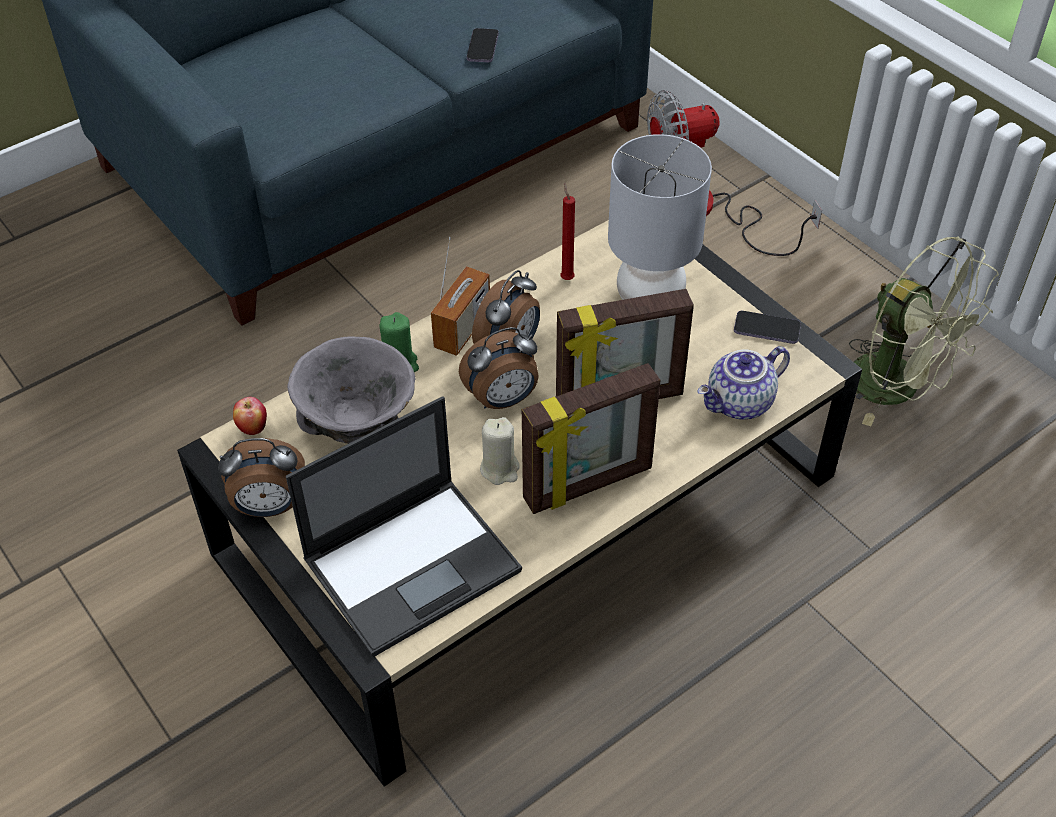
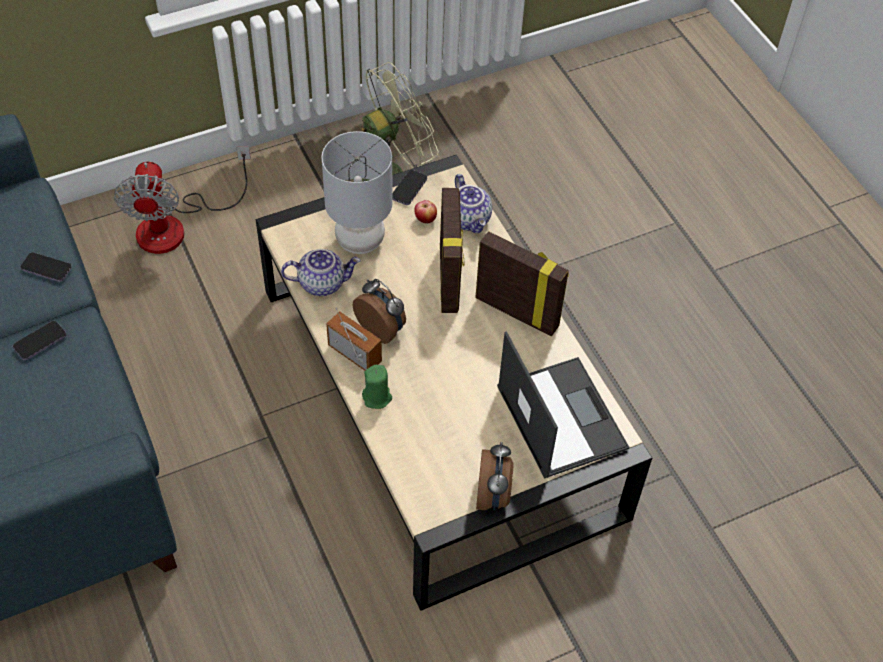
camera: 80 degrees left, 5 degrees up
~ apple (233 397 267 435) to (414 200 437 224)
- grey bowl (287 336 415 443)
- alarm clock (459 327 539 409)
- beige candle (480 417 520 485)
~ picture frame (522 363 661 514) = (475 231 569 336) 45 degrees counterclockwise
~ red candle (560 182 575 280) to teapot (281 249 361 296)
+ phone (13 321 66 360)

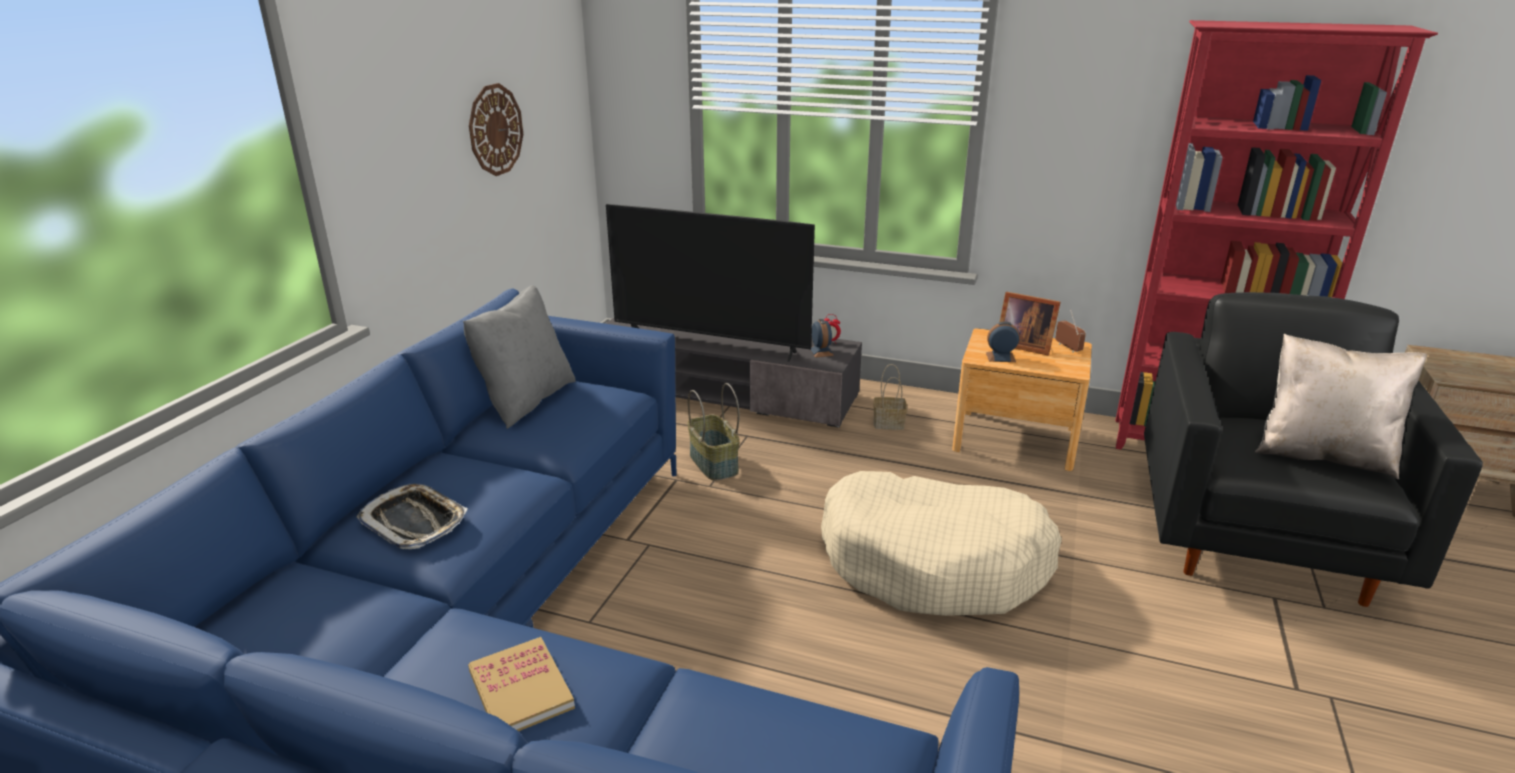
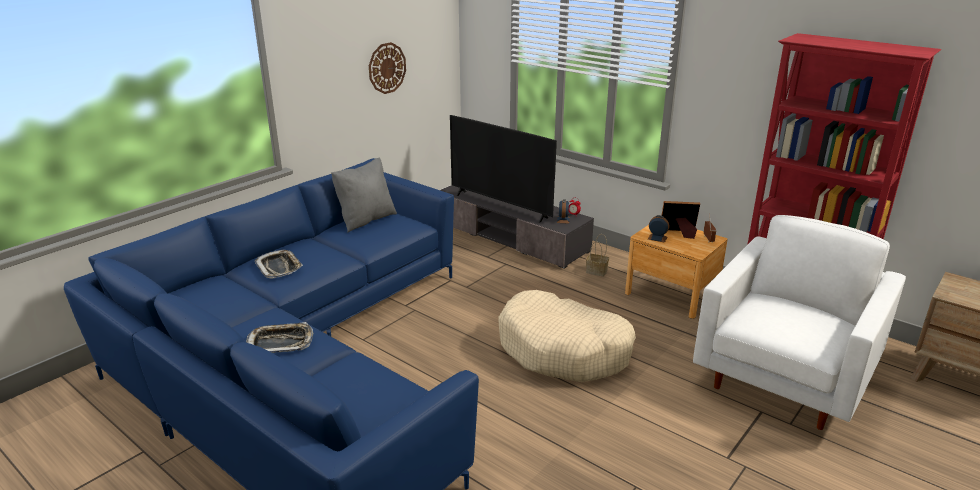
camera: 20 degrees right, 0 degrees up
~ book (468 637 575 731) to tray (246 322 313 353)
- basket (688 383 740 481)
~ picture frame (1000 292 1061 355) = (662 201 700 239) 135 degrees clockwise
~ black armchair (1144 292 1483 607) to white armchair (693 215 906 430)
- beige pillow (1255 334 1427 479)

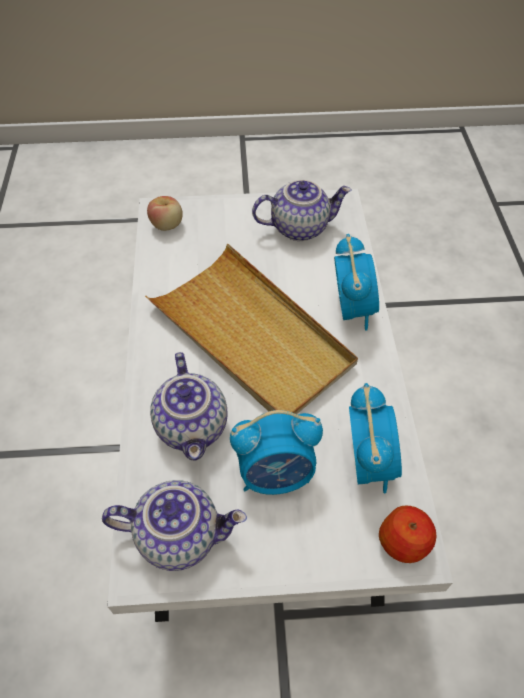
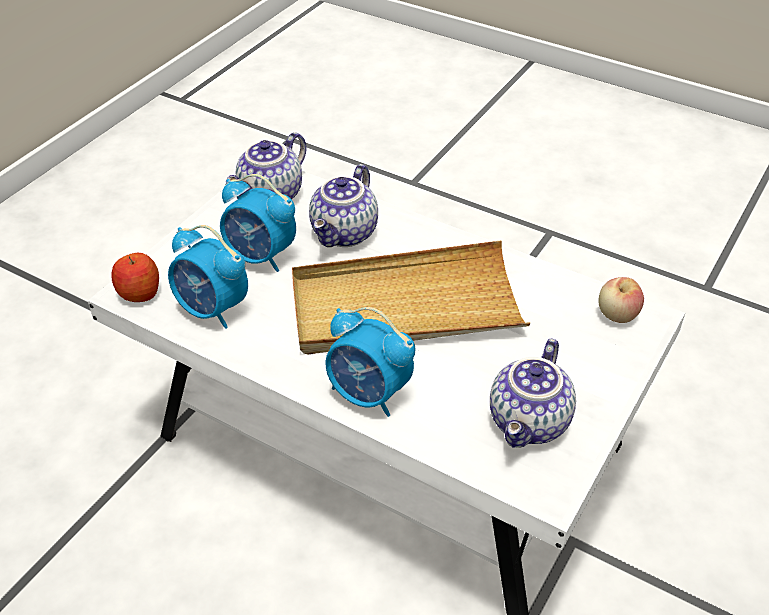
camera: 125 degrees right, 10 degrees down
~ teapot (150 352 228 461) = (309 164 378 247) 90 degrees counterclockwise
~ alarm clock (230 410 323 495) = (220 174 296 272) 90 degrees counterclockwise

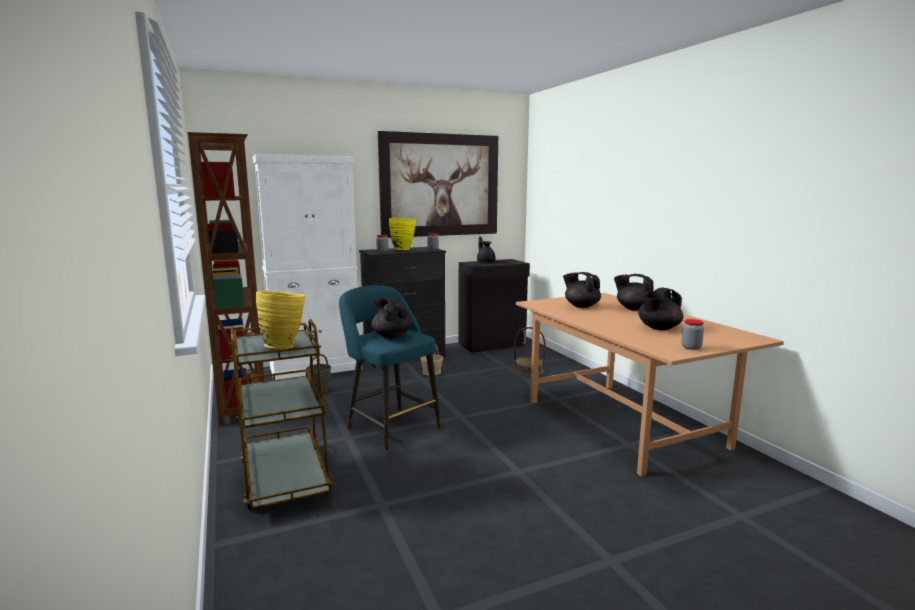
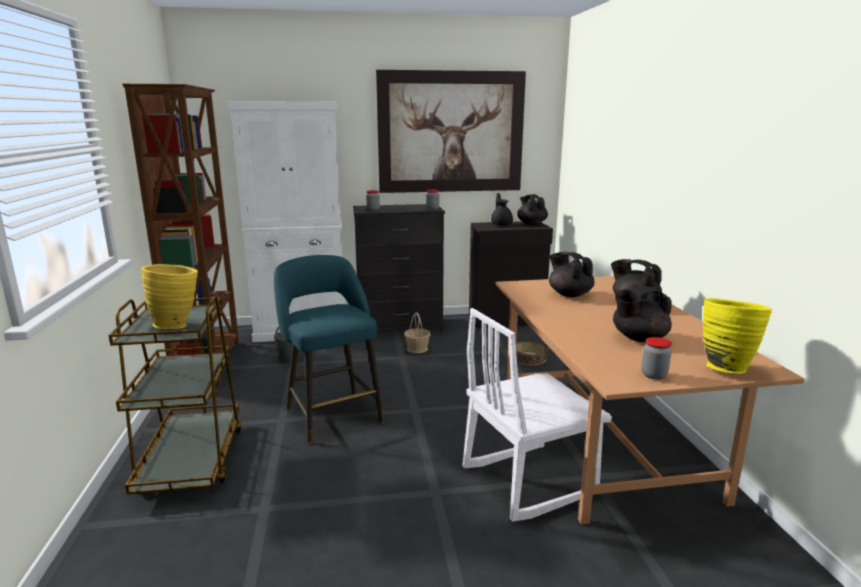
camera: 15 degrees right, 5 degrees up
~ black teapot (371 297 413 338) to (517 194 548 225)
~ yellow vase (389 218 416 250) to (703 298 772 374)
+ white chair (463 308 612 522)

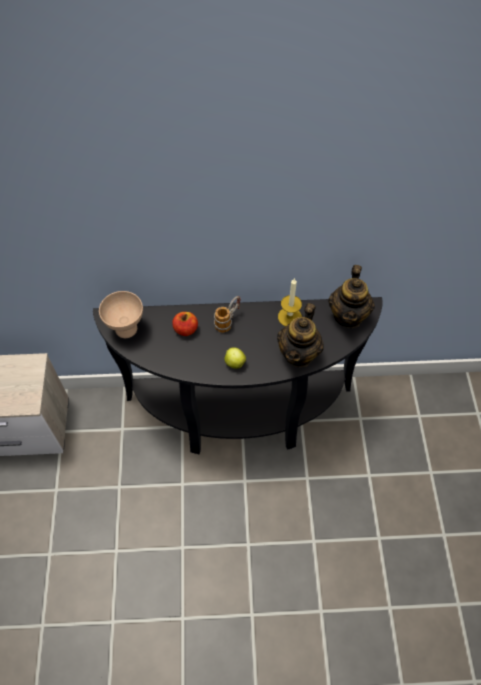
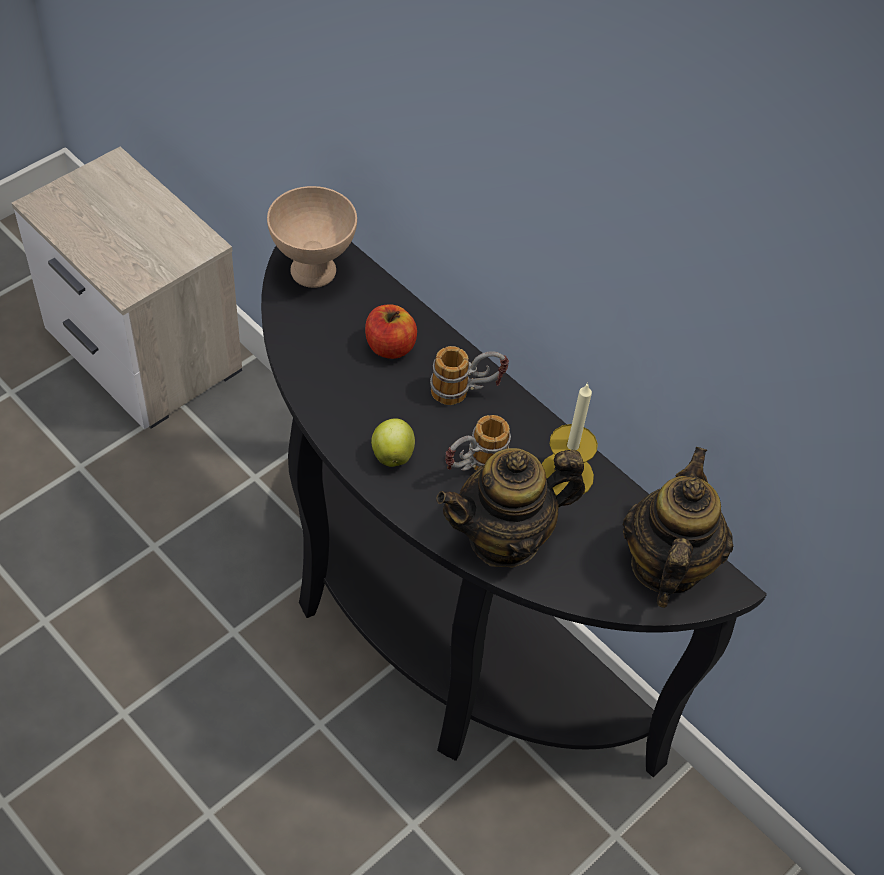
camera: 45 degrees right, 5 degrees down
~ teapot (328 265 375 328) = (623 447 733 608) 135 degrees clockwise
+ mug (445 415 511 471)

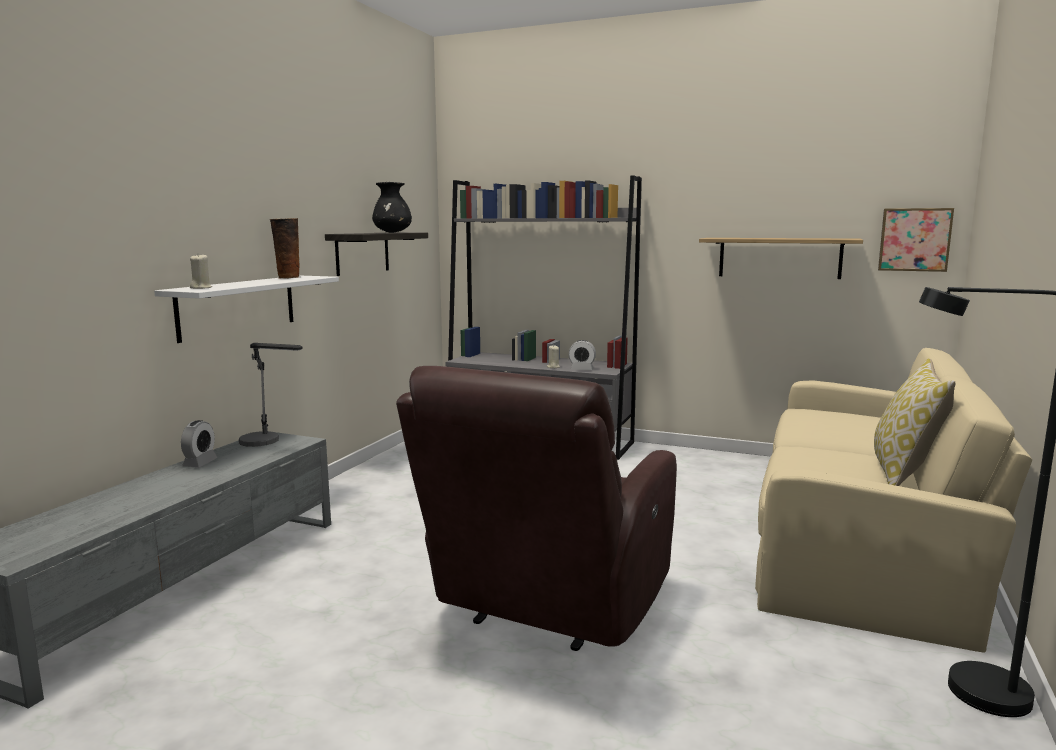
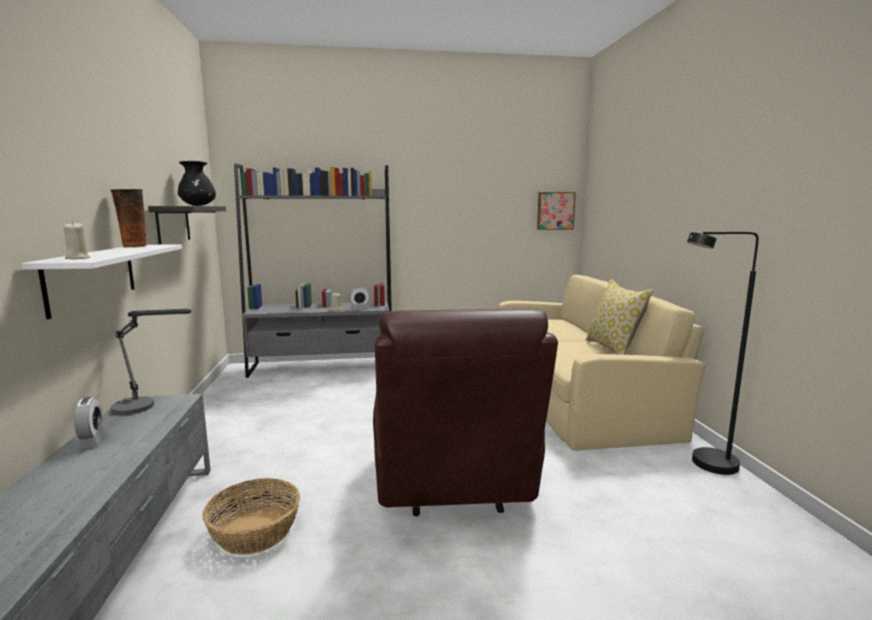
camera: 30 degrees left, 0 degrees up
- shelf (699 238 863 279)
+ basket (203 478 300 555)

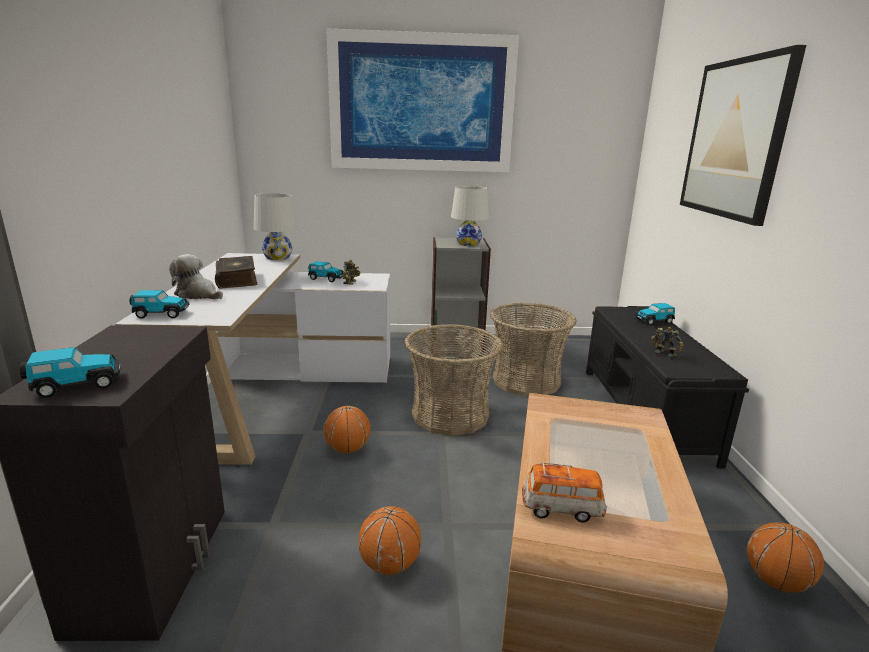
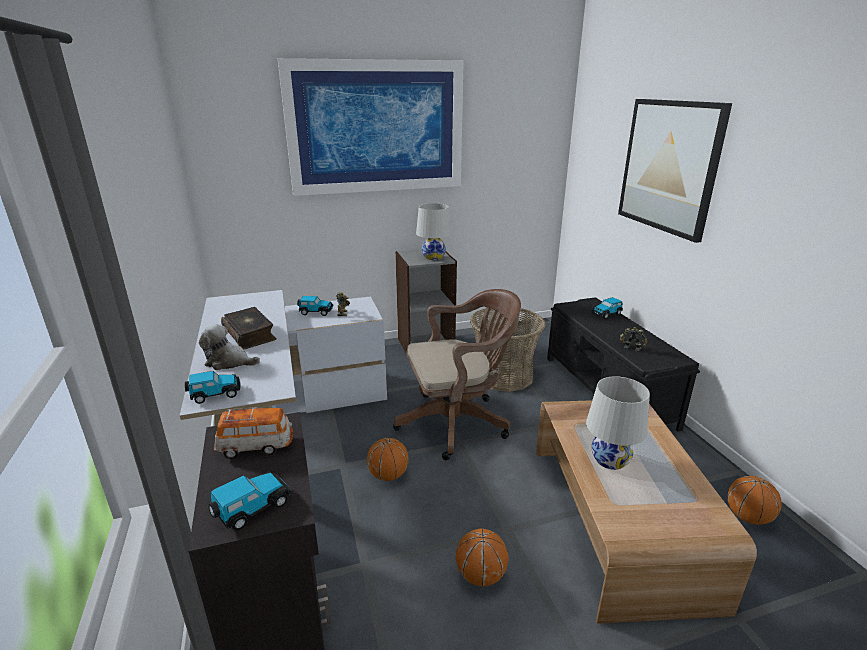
camera: 15 degrees left, 5 degrees up
~ white table lamp (254 193 297 260) to (586 376 650 470)
~ basket (404 324 503 436) to brown office chair (393 289 521 461)
~ toy car (522 463 607 523) to (214 407 293 459)

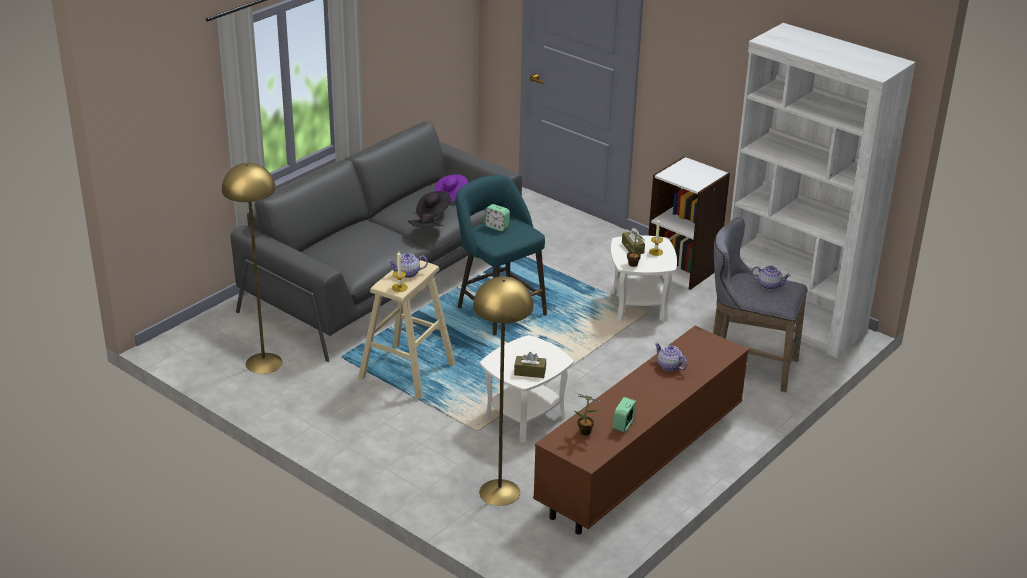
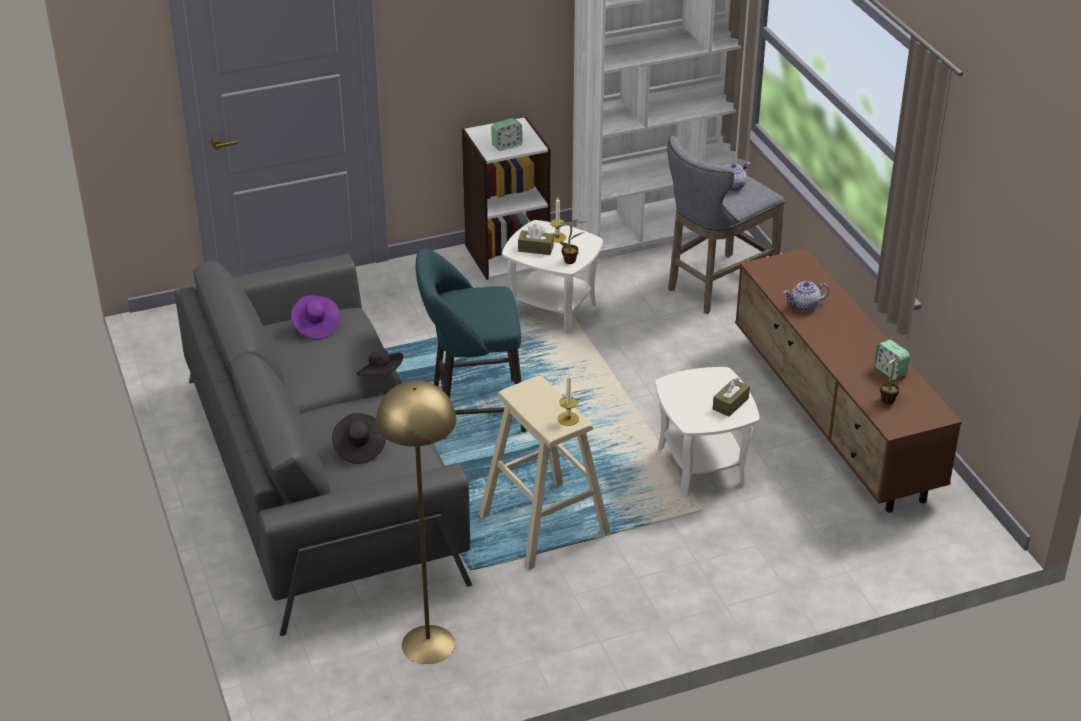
camera: 60 degrees left, 5 degrees up
- teapot (388 253 428 278)
~ black hat (416 191 451 217) to (332 413 386 464)
- yellow floor lamp (473 276 533 506)
~ alarm clock (484 204 510 231) to (491 118 522 151)

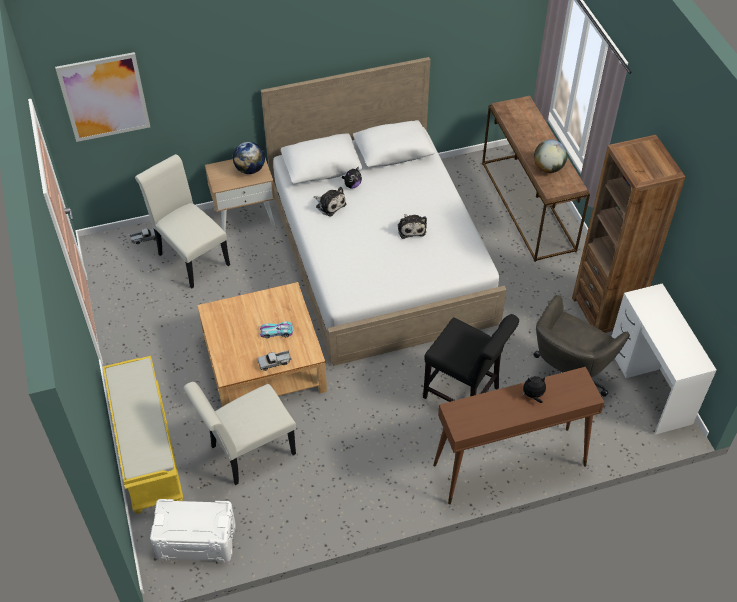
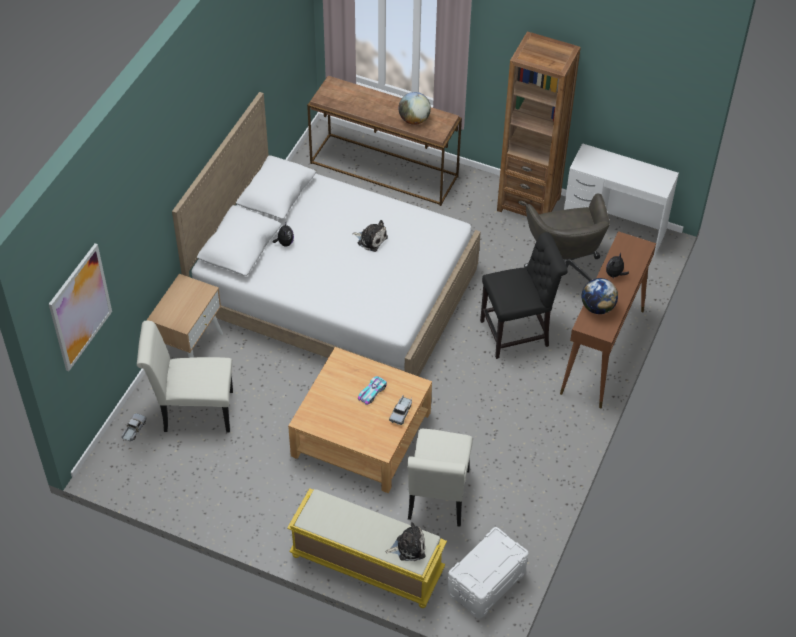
camera: 50 degrees left, 0 degrees up
~ globe (233 142 265 174) to (581 278 618 314)
~ plush toy (314 187 346 217) to (386 522 425 561)

